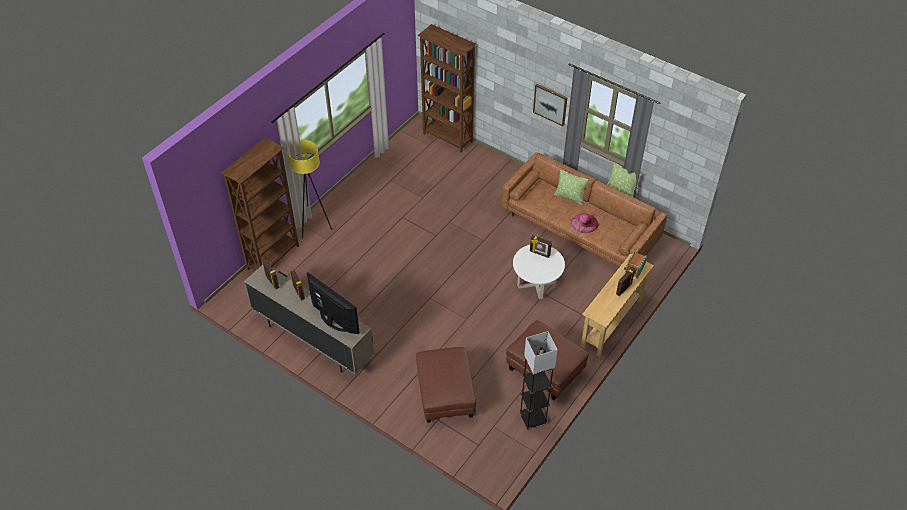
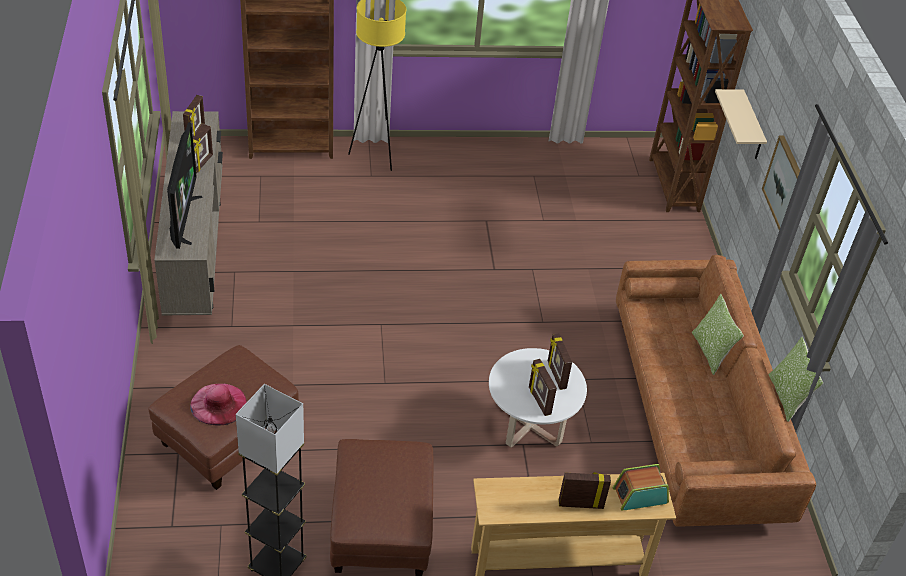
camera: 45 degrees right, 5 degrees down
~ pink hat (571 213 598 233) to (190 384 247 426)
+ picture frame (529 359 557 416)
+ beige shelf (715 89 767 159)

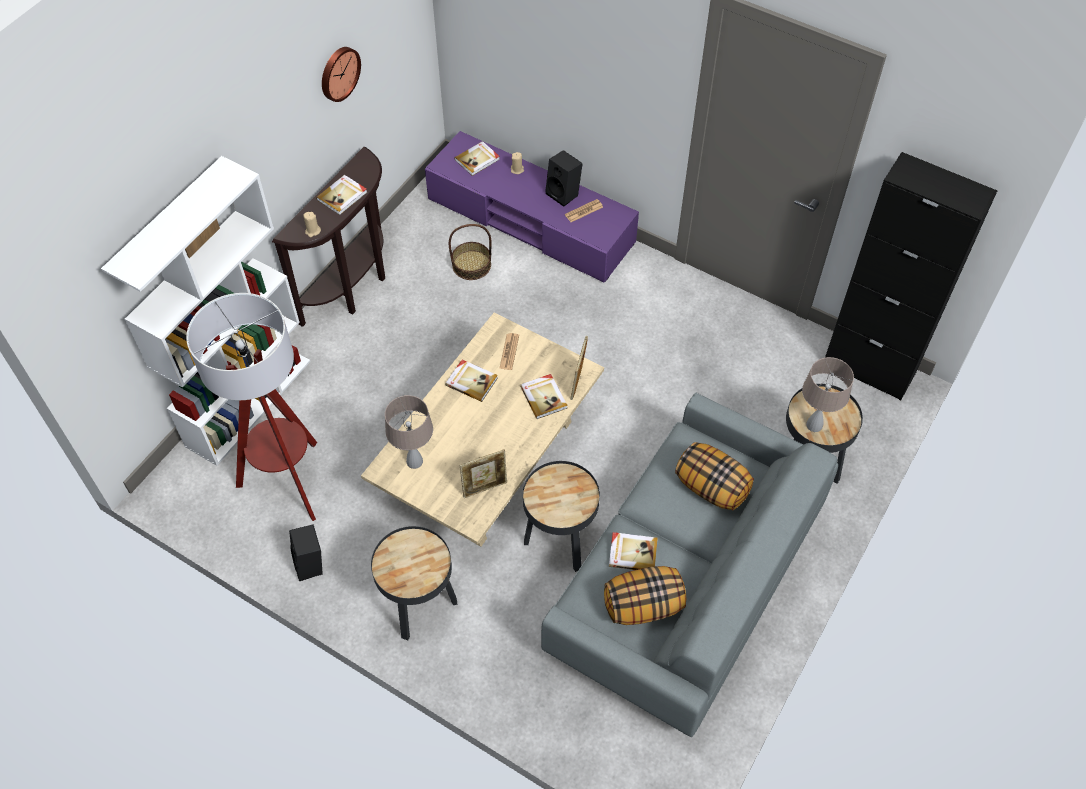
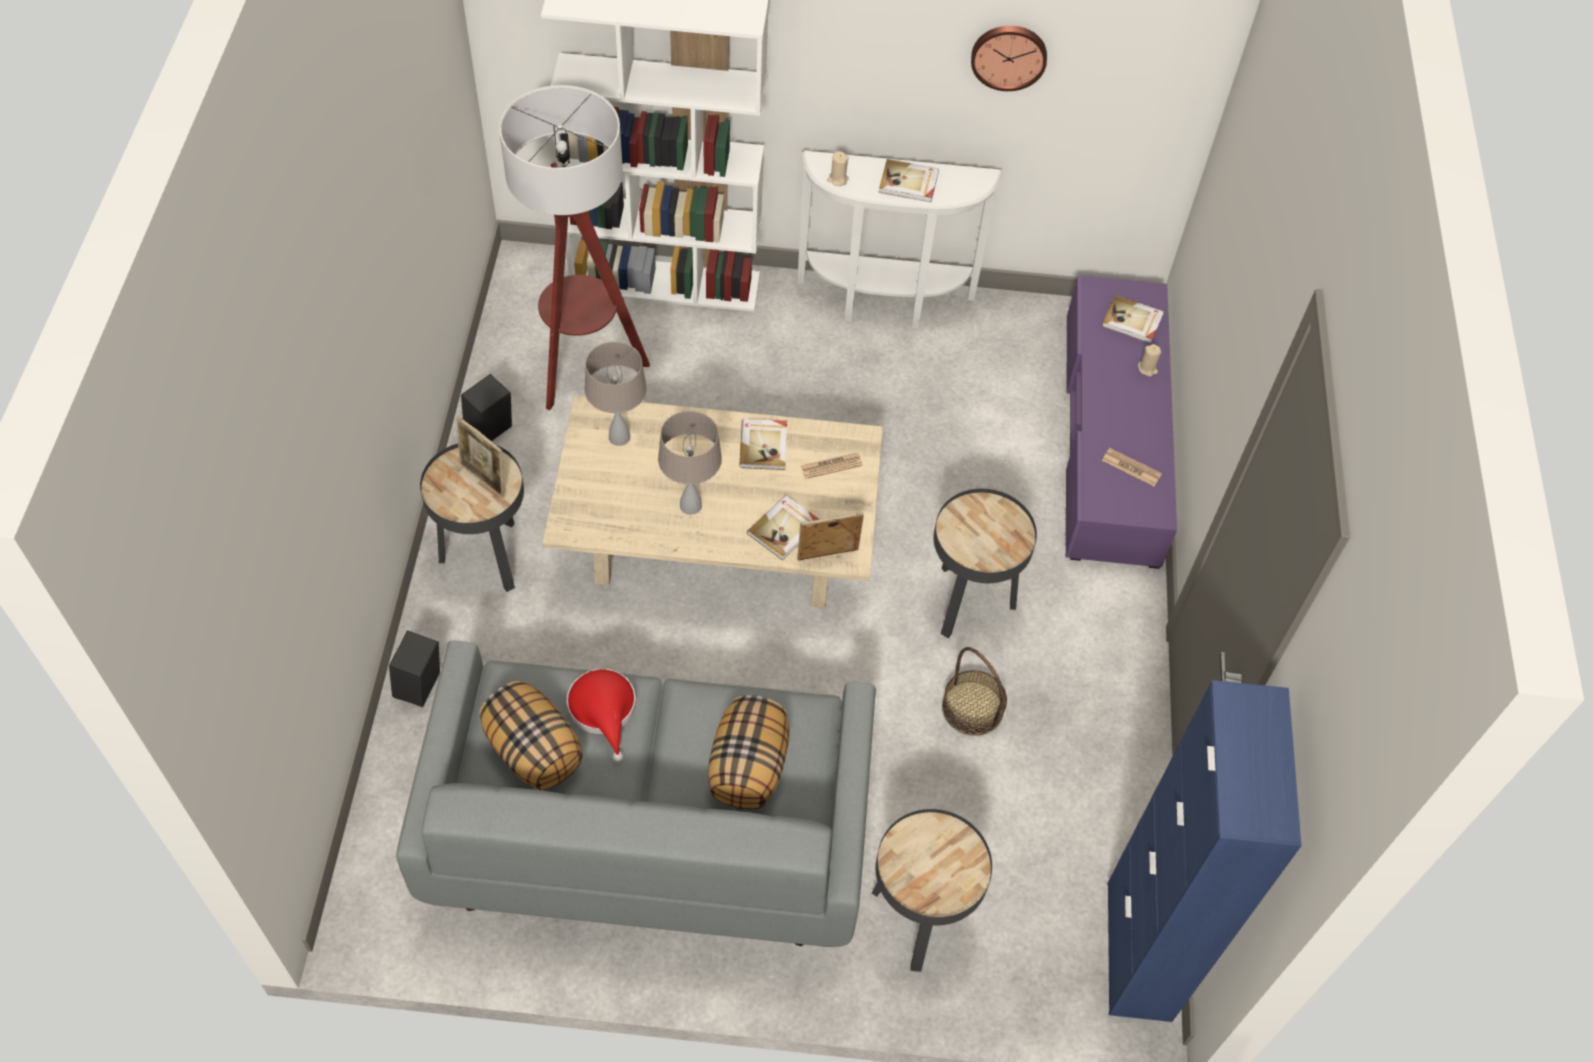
camera: 60 degrees right, 0 degrees up
~ brown console table (272 147 385 327) to white console table (797 151 1003 328)
~ basket (449 224 491 280) to (942 647 1007 736)
~ picture frame (460 450 507 498) to (456 415 505 498)
~ black side table (523 461 600 572) to (934 489 1037 638)
~ black speaker (545 150 583 207) to (389 630 440 707)
~ book (609 532 658 570) to red hat (567 669 636 762)
~ beige table lamp (802 357 854 432) to (658 411 722 515)
~ black cabinet (825 152 997 401) to blue cabinet (1108 680 1301 1022)

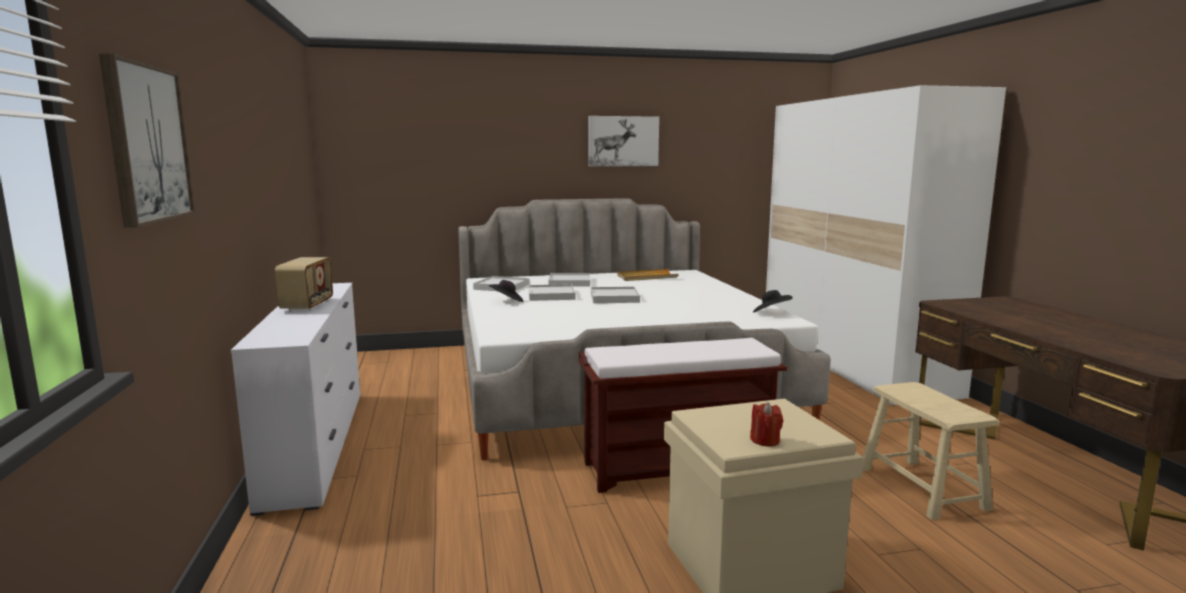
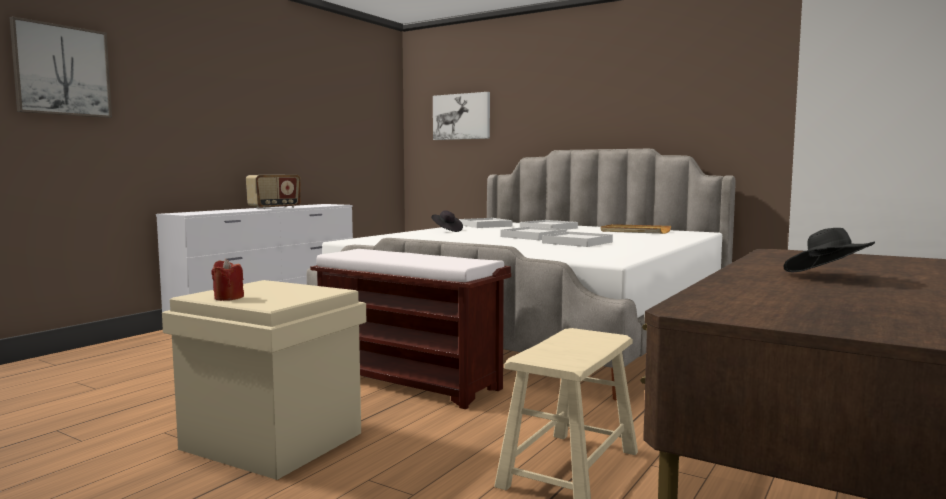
camera: 45 degrees right, 5 degrees down
~ white tray (529 284 576 301) to (542 232 613 247)
~ picture (588 116 659 166) to (433 92 490 140)
~ black hat (753 290 793 313) to (784 228 875 272)

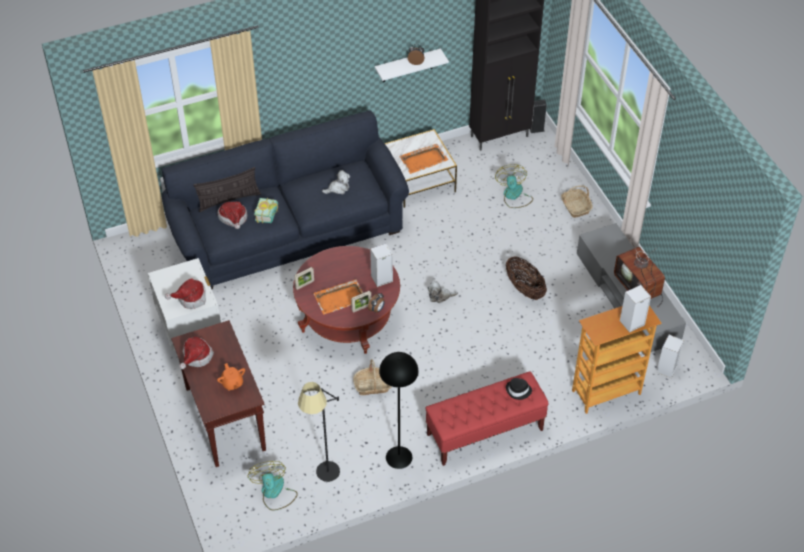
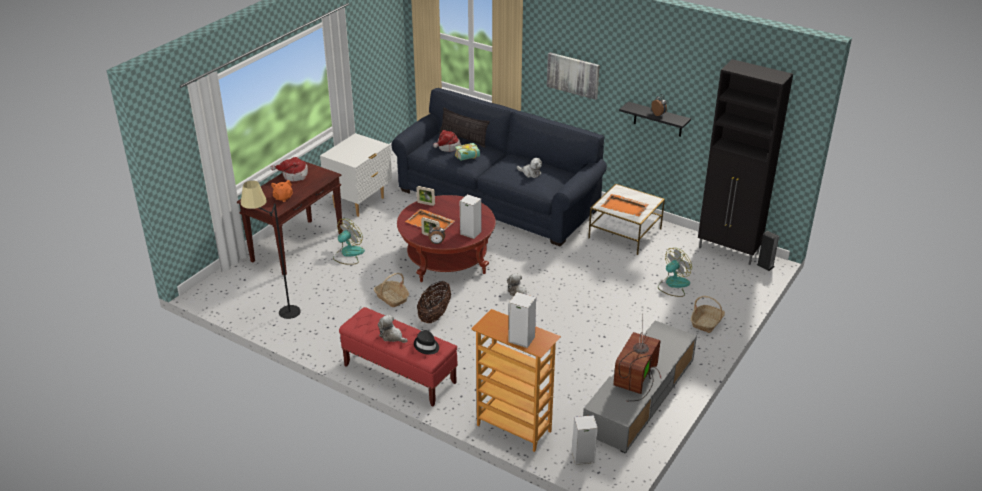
camera: 55 degrees right, 15 degrees down
- hat (165 278 206 309)
~ fan (248 461 298 510) to (333 218 365 265)
~ white shelf (375 48 449 82) to black shelf (619 102 691 137)
- black floor lamp (379 352 419 469)
~ basket (506 256 547 300) to (417 281 451 323)
+ plush toy (378 315 408 343)
+ picture (547 52 600 100)

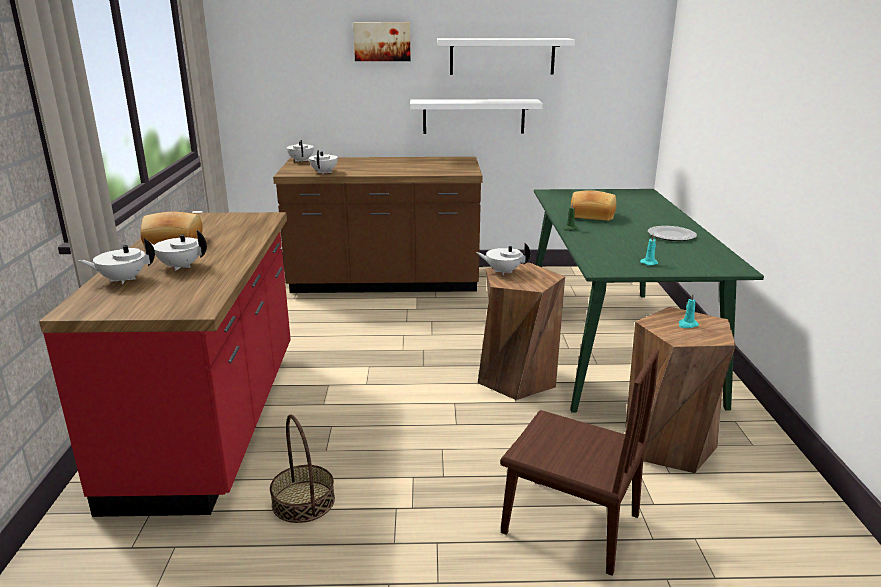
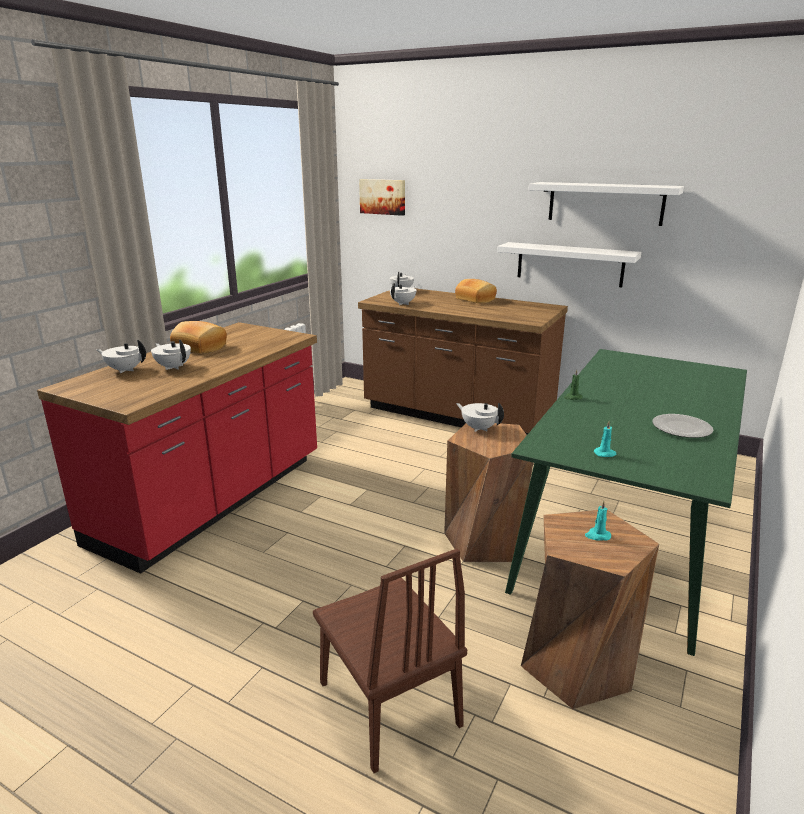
camera: 30 degrees right, 0 degrees up
- basket (270 415 335 523)
~ picture (353 22 411 61) to (359 179 405 216)
~ bread (571 190 616 221) to (455 279 497 303)

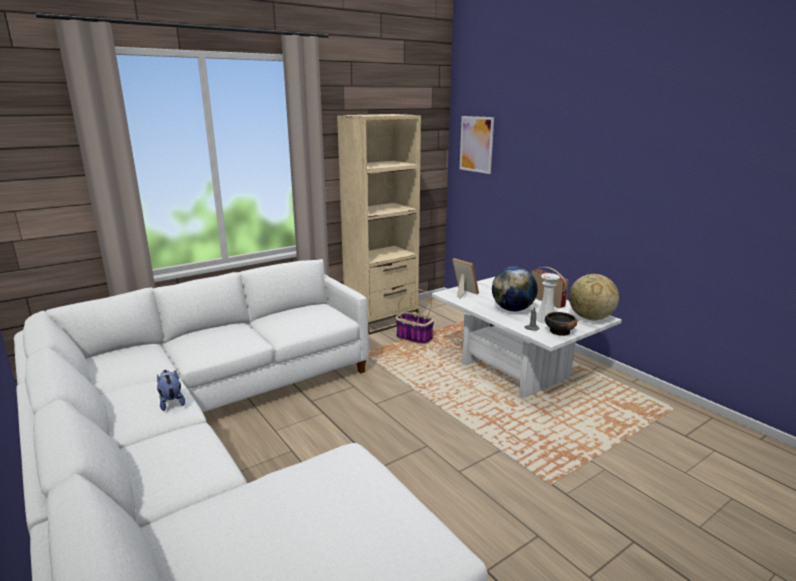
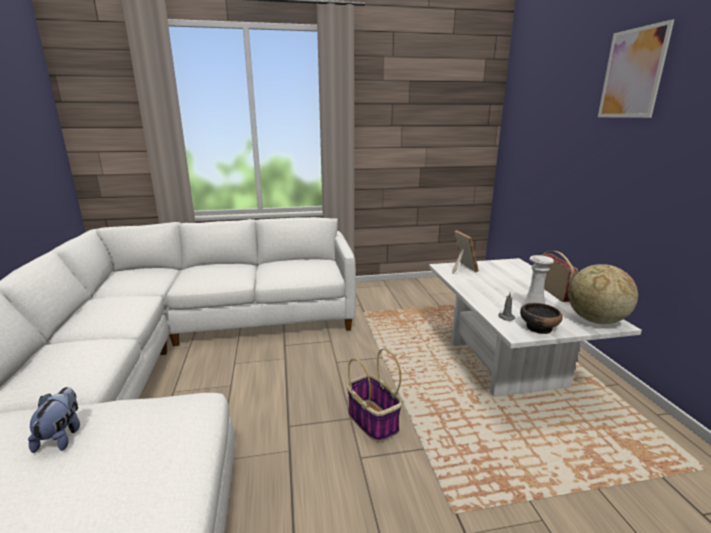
camera: 25 degrees right, 0 degrees up
~ plush toy (157 370 185 411) to (28 387 80 453)
- beige bookcase (337 114 421 335)
~ basket (395 289 434 344) to (347 348 402 442)
~ picture (460 116 494 174) to (598 19 674 118)
- globe (492 267 538 311)

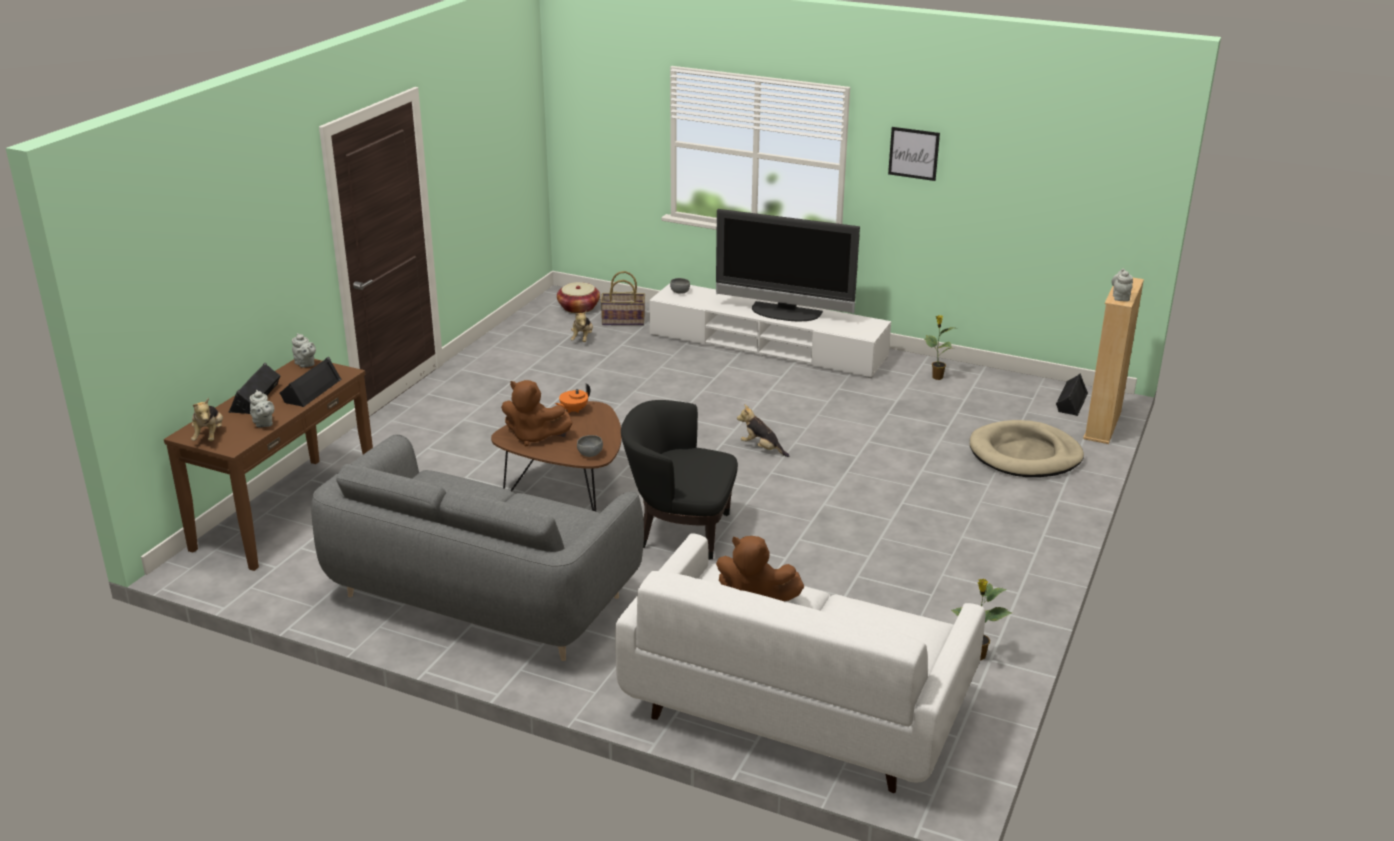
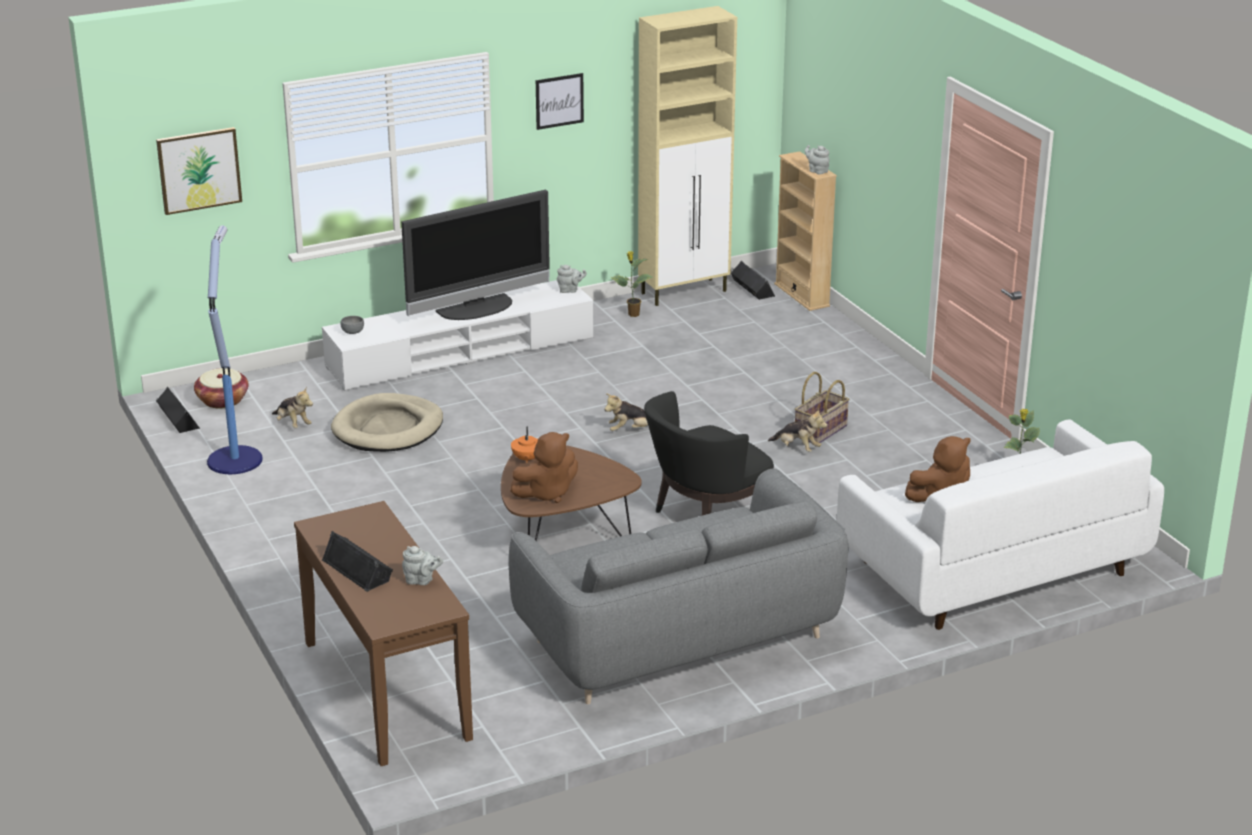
camera: 50 degrees left, 0 degrees up
~ plush toy (191 398 223 441) to (768 408 827 452)
~ black speaker (279 357 342 407) to (156 387 200 433)
~ grey teapot (292 333 316 368) to (557 265 587 293)
- grey bowl (577 435 603 457)
~ basket (600 271 645 325) to (795 372 850 443)
~ beige dog bed (970 420 1084 477) to (331 393 443 452)
+ picture (156 127 242 215)
+ floor lamp (207 225 263 474)
+ beige cabinet (638 6 737 306)

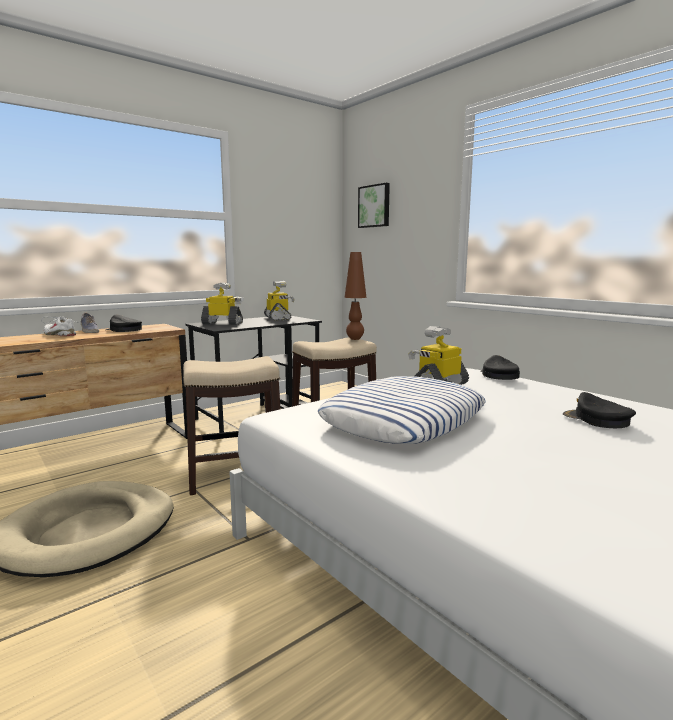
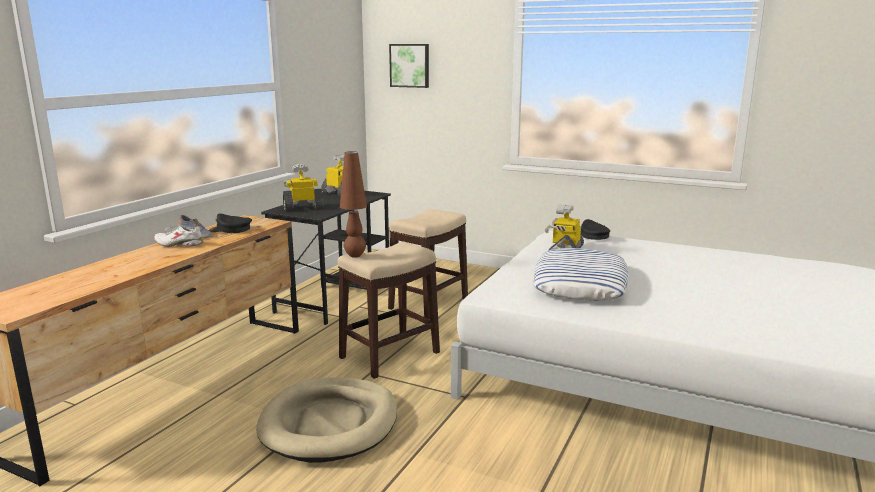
camera: 25 degrees left, 5 degrees up
~ brown table lamp (345 252 367 340) to (340 151 367 258)
- black cap (563 392 636 428)

